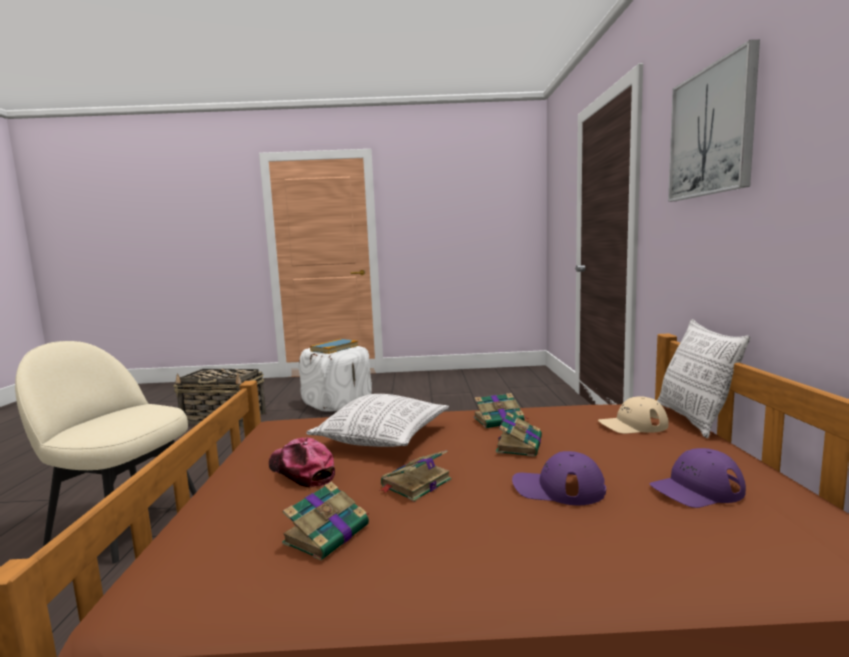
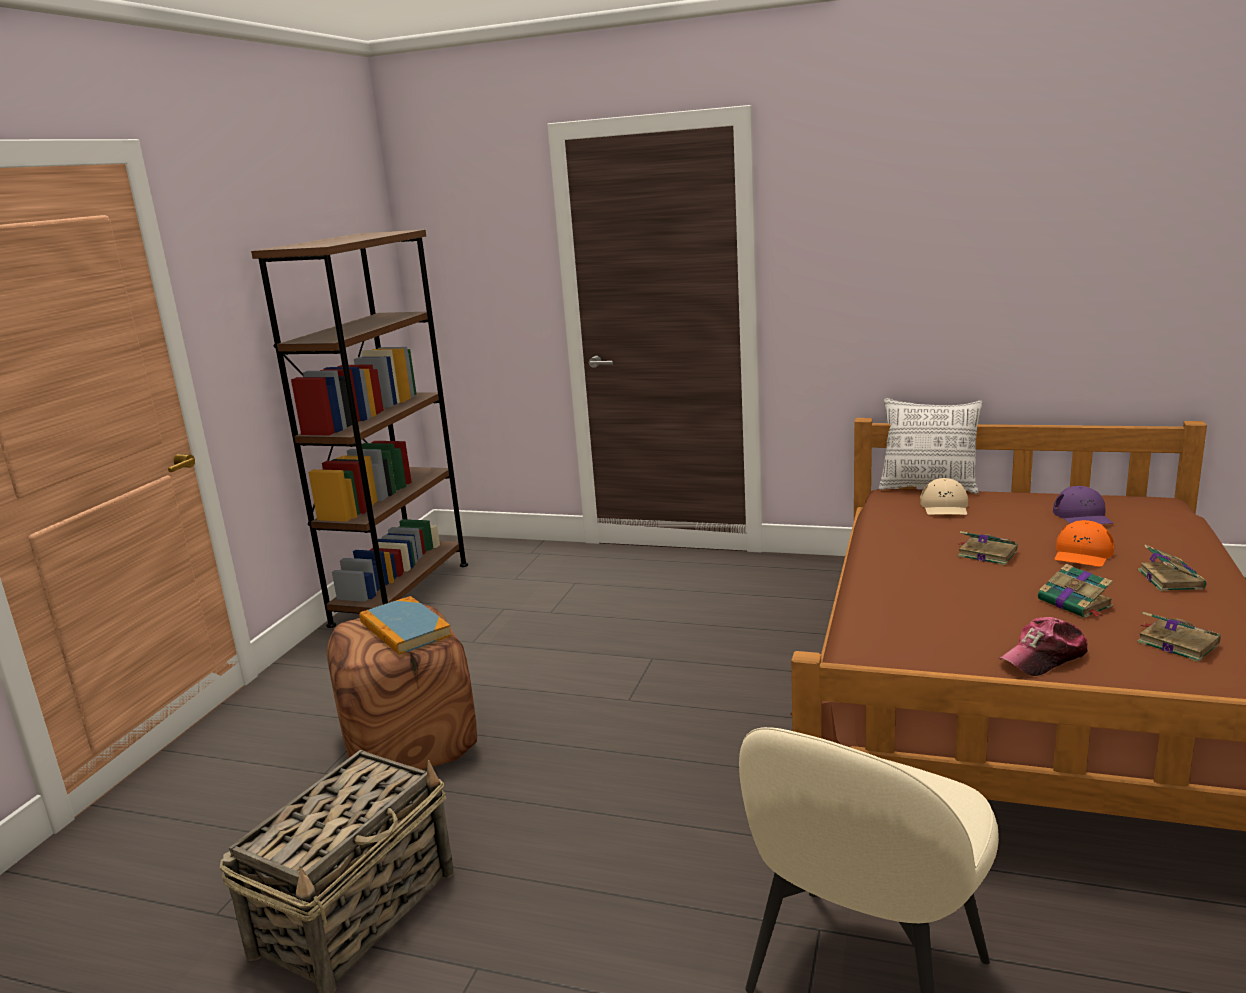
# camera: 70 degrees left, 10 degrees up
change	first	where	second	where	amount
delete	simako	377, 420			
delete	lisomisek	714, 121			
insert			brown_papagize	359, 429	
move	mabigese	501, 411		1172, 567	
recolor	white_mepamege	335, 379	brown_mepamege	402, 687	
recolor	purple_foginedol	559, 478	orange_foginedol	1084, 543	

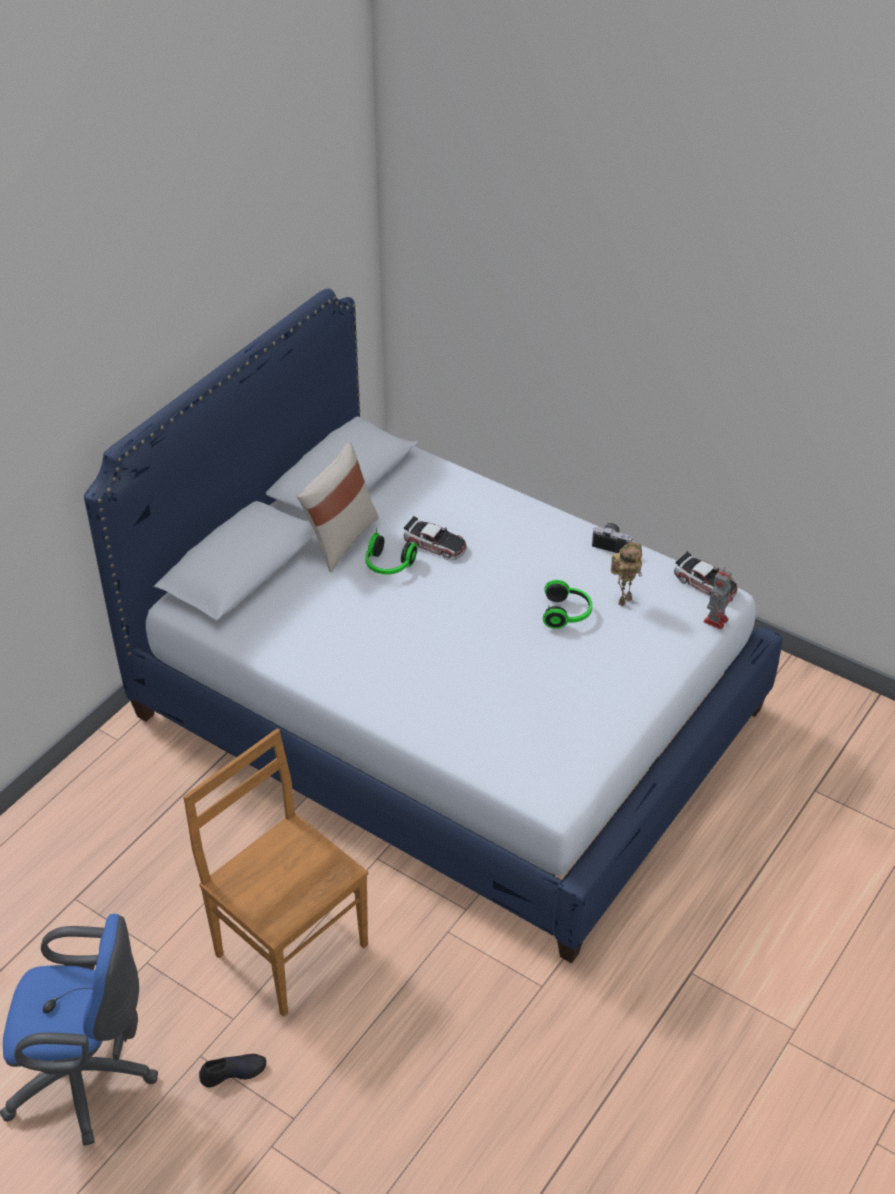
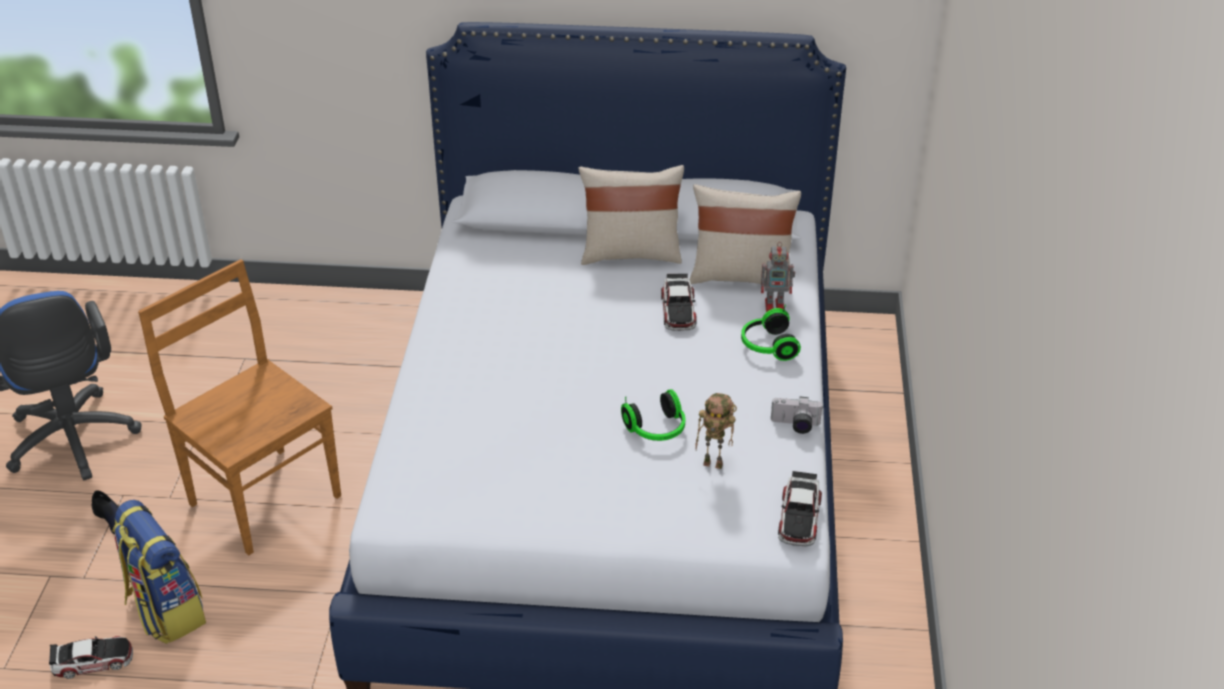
# camera: 60 degrees right, 5 degrees down
change	first	where	second	where	amount
insert			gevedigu	90, 657	
insert			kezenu	159, 572	
insert			beige_simako	745, 236	
move	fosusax	391, 551		771, 332	
move	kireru	718, 598		778, 278	
rotate	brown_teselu	275, 872		239, 407	60 degrees counterclockwise
rotate	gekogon	612, 538		797, 415	105 degrees clockwise

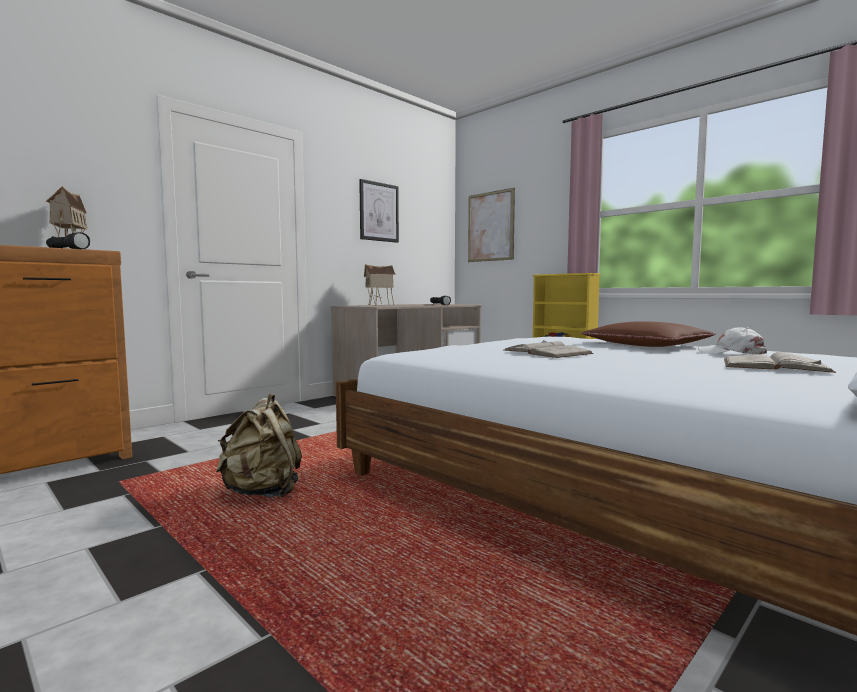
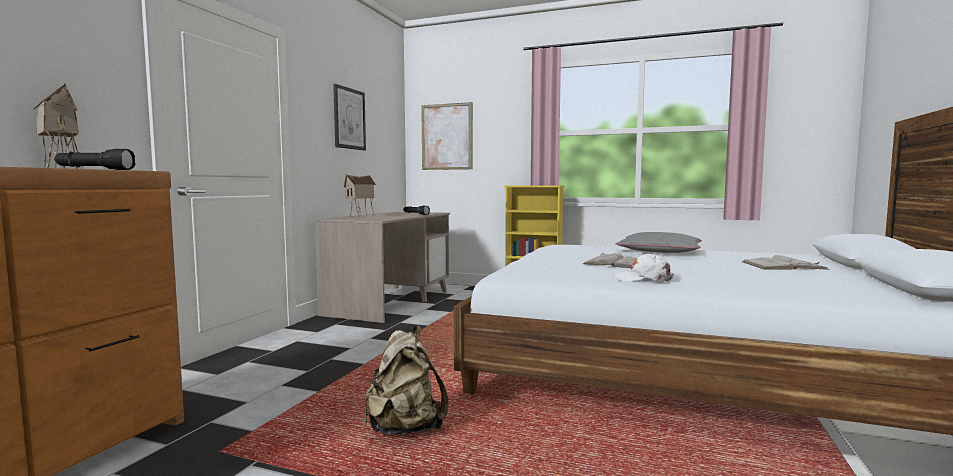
# camera: 25 degrees left, 0 degrees up
change	first	where	second	where	amount
move	white_foginedol	732, 340		643, 268	
recolor	brown_simako	648, 334	grey_simako	658, 242	

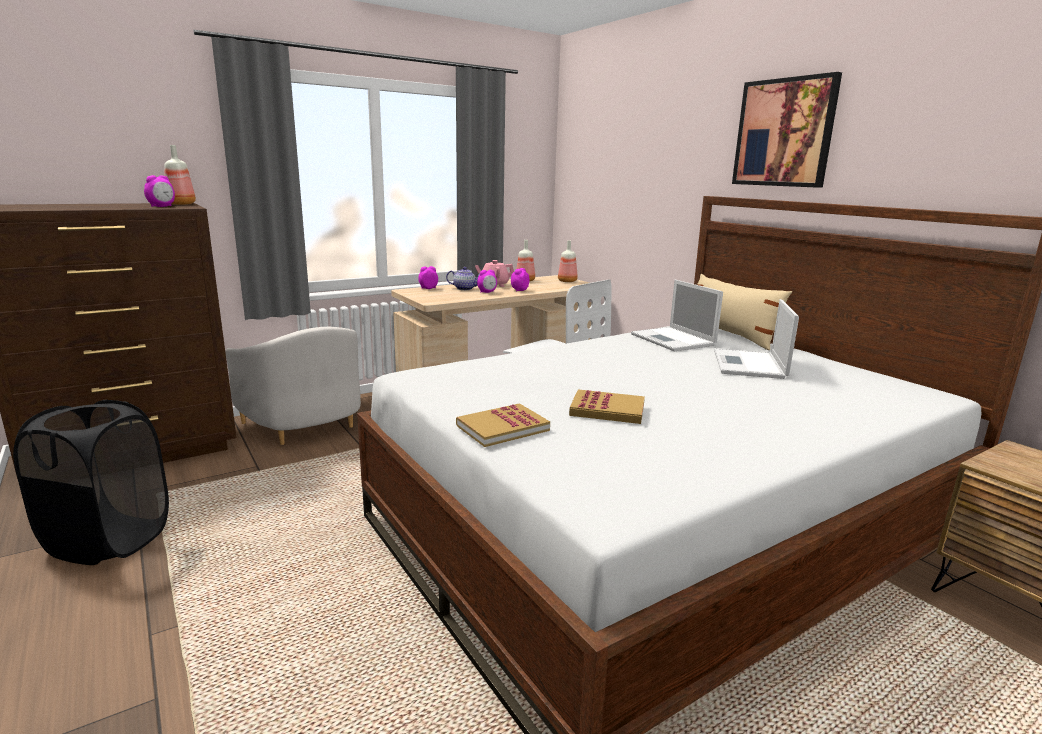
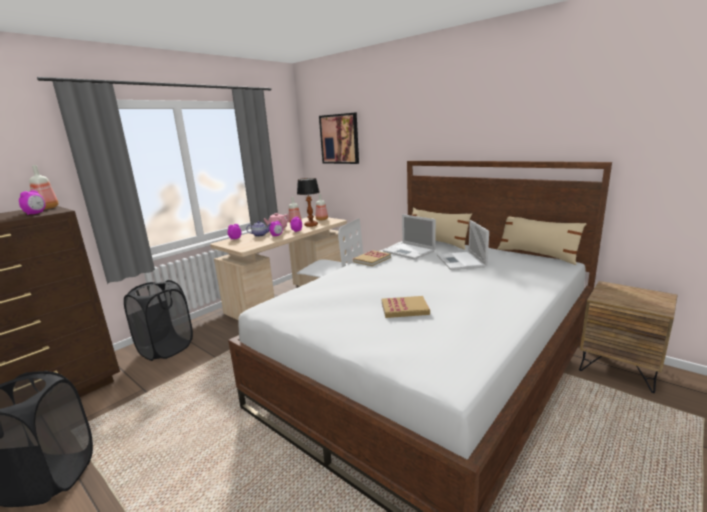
# camera: 15 degrees left, 0 degrees up
change	first	where	second	where	amount
insert			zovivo	308, 202	
insert			beige_simako	542, 240	
move	mabigese	503, 425		372, 258	
move	lisomisek	787, 130		339, 138	
replace	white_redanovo	293, 386	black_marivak	158, 320	

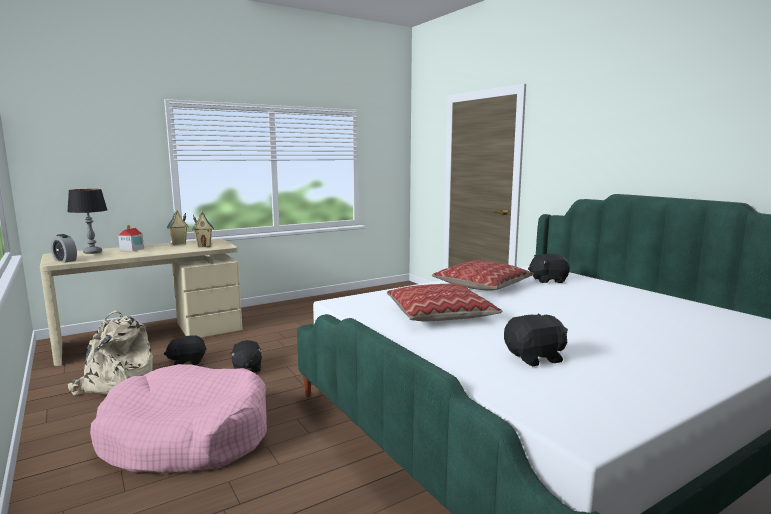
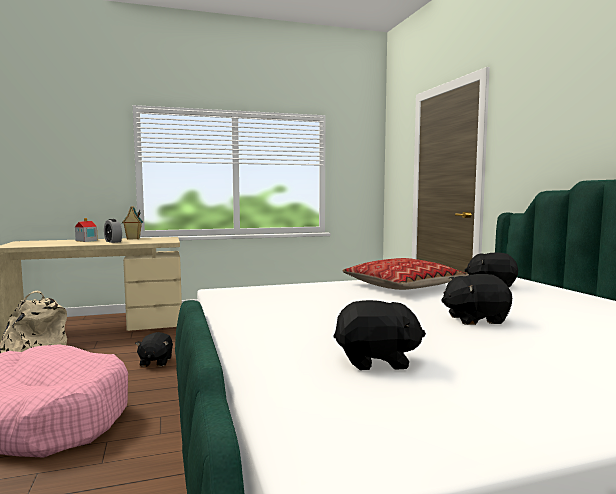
# camera: 15 degrees right, 5 degrees down
change	first	where	second	where	amount
delete	zovivo	87, 221			
delete	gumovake	203, 229			
delete	simako	445, 302			
move	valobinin	64, 248		113, 231	
move	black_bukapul	185, 350		476, 299	

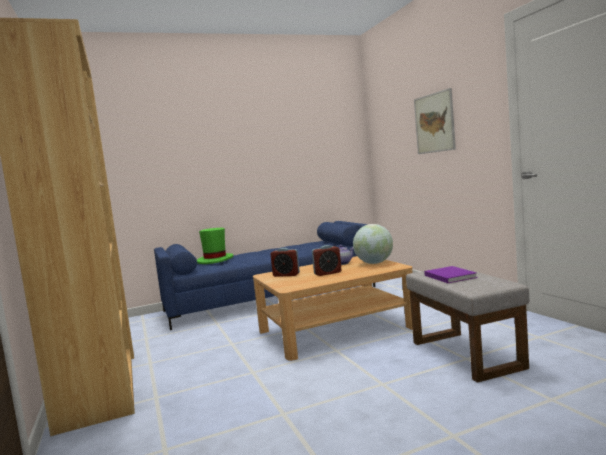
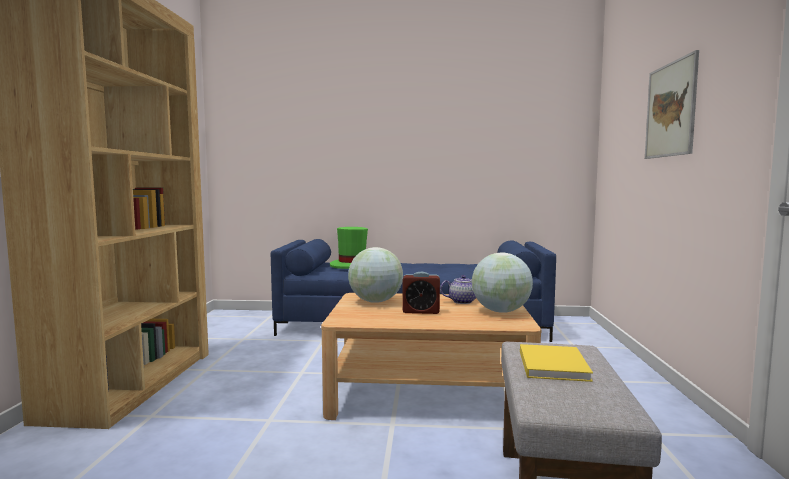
# camera: 25 degrees right, 0 degrees up
change	first	where	second	where	amount
replace	valobinin	285, 262	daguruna	375, 275	
recolor	purple_mabigese	451, 274	yellow_mabigese	556, 363	

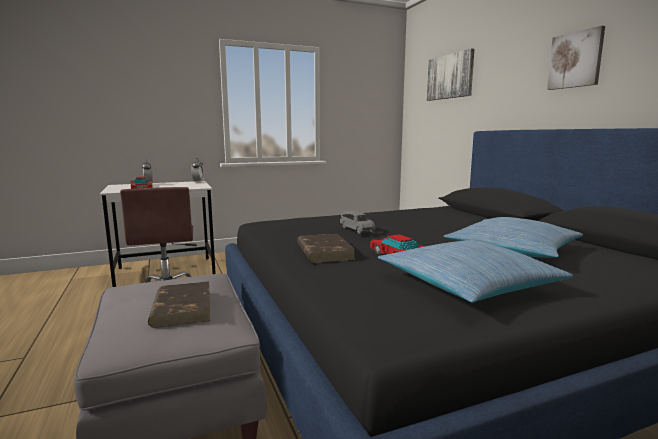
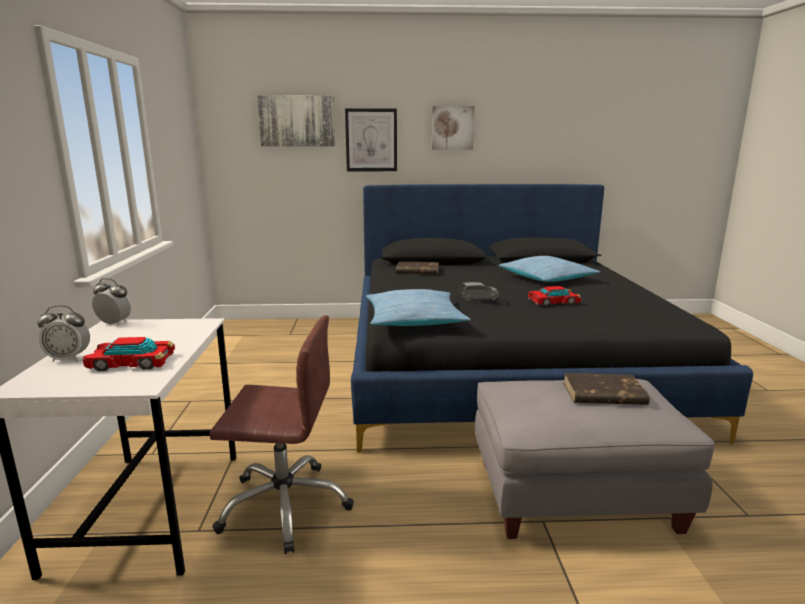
# camera: 70 degrees left, 5 degrees up
change	first	where	second	where	amount
insert			lisomisek	371, 139	
move	brown_mabigese	326, 248		417, 267	
move	simako	475, 271		418, 307	

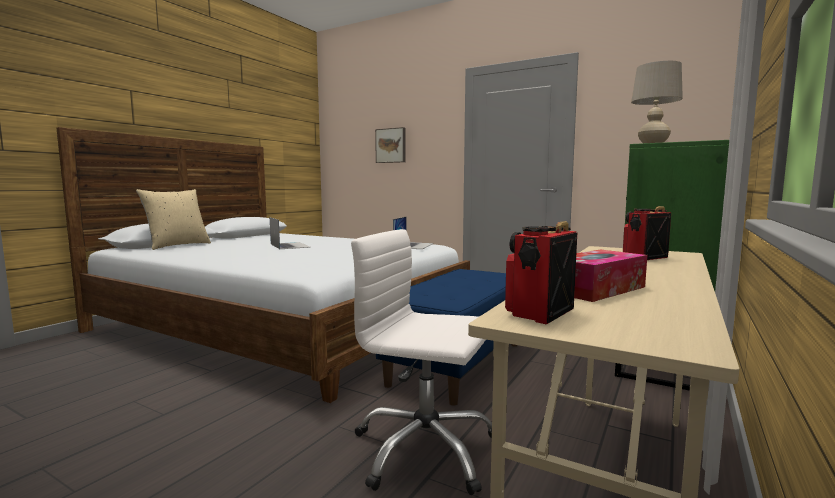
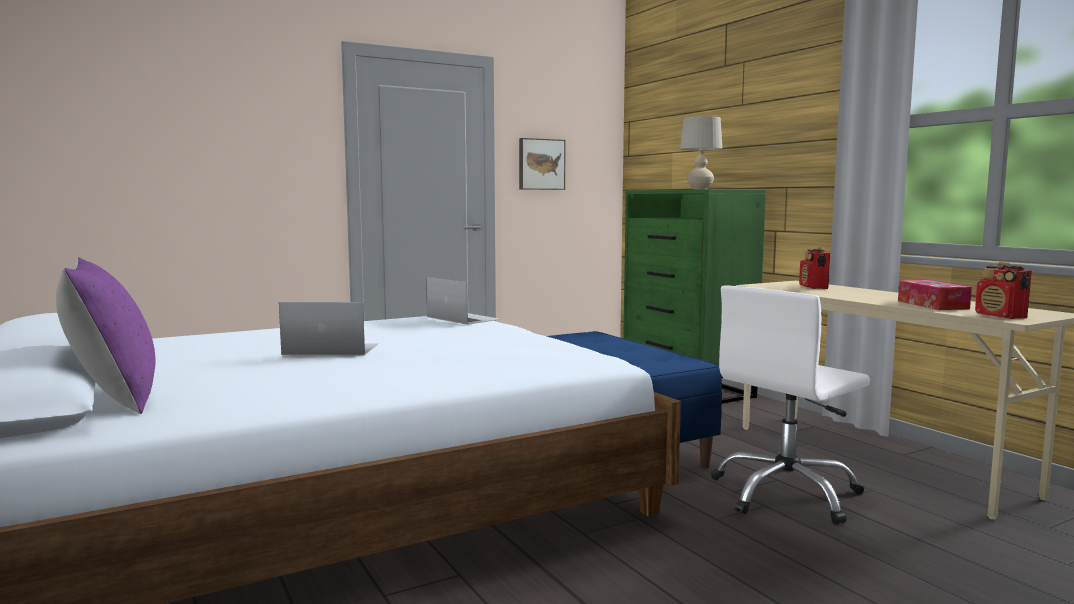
# camera: 60 degrees left, 0 degrees up
change	first	where	second	where	amount
move	lisomisek	390, 145		542, 164	
recolor	beige_simako	173, 219	purple_simako	106, 335	

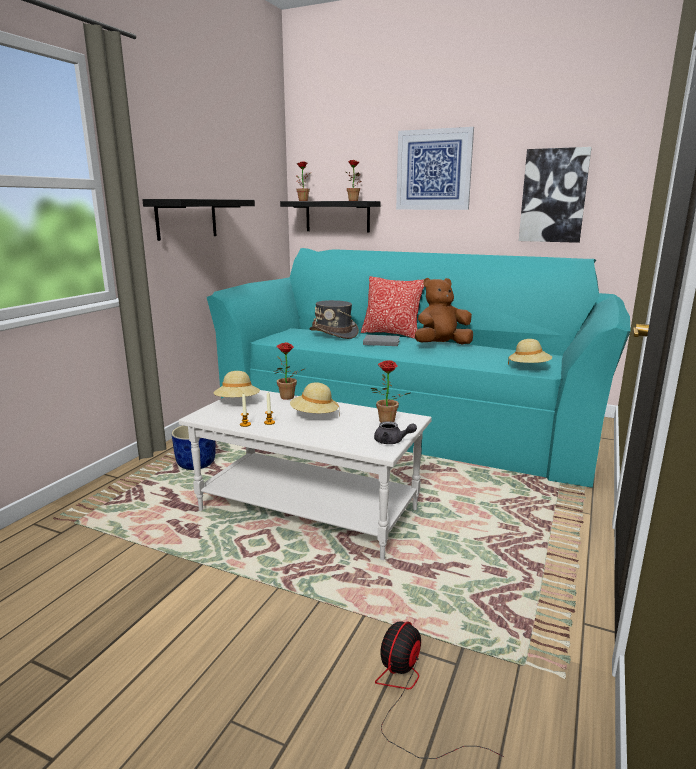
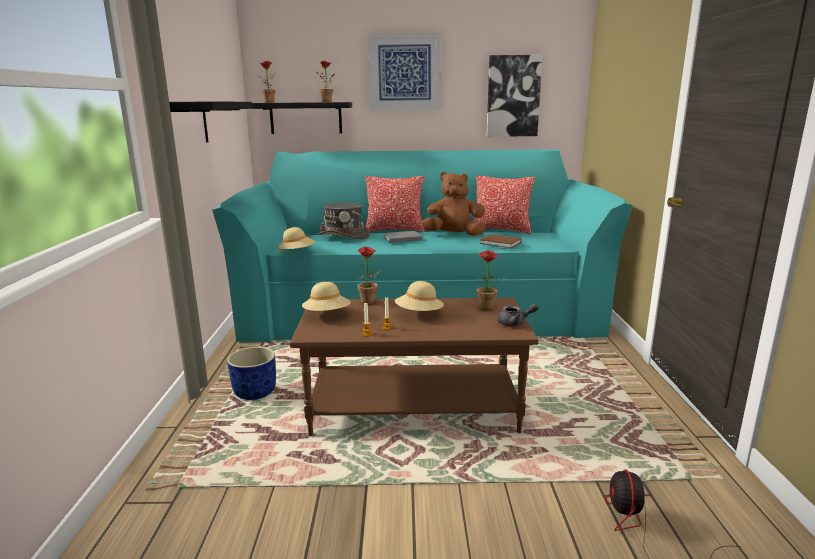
# camera: 25 degrees left, 0 degrees up
change	first	where	second	where	amount
insert			simako	505, 204	
insert			brown_mabigese	501, 241	
move	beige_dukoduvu	530, 352		296, 239	
recolor	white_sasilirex	305, 475	brown_sasilirex	414, 366	
rotate	brown_bukapul	444, 311		454, 204	45 degrees clockwise

